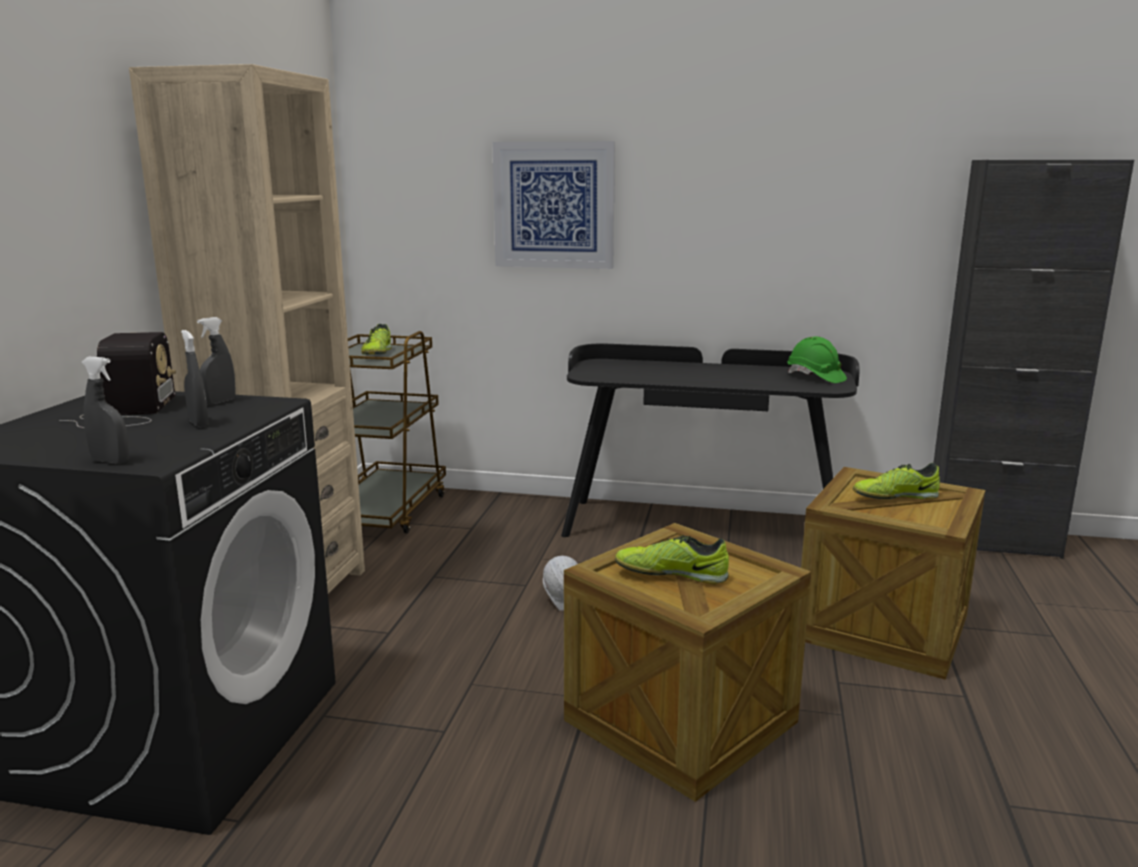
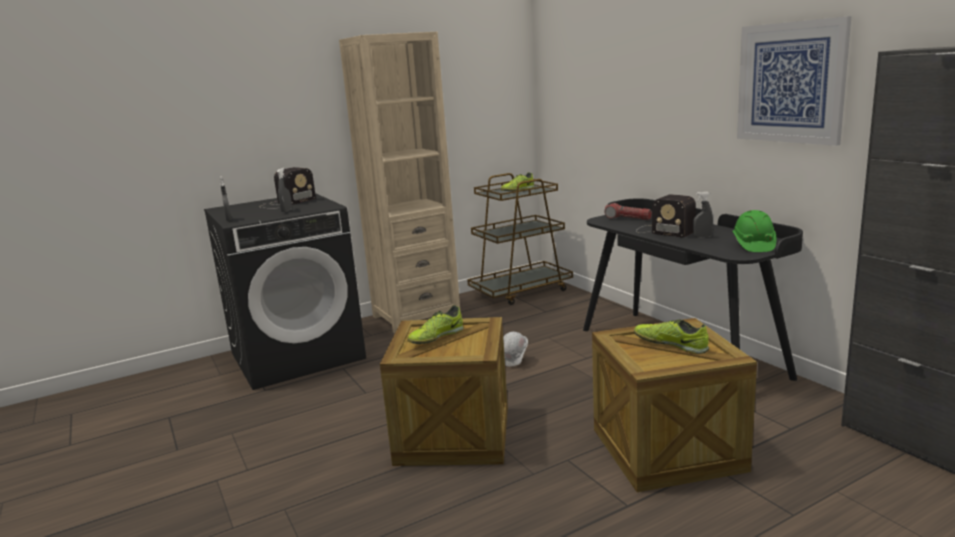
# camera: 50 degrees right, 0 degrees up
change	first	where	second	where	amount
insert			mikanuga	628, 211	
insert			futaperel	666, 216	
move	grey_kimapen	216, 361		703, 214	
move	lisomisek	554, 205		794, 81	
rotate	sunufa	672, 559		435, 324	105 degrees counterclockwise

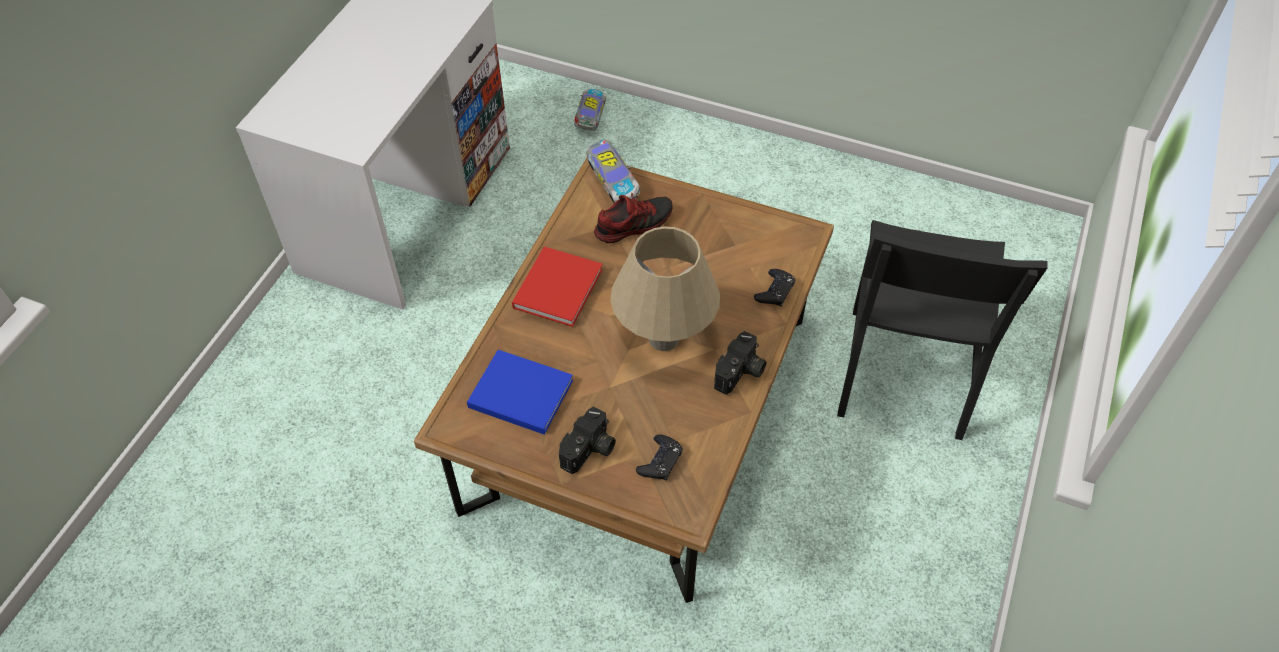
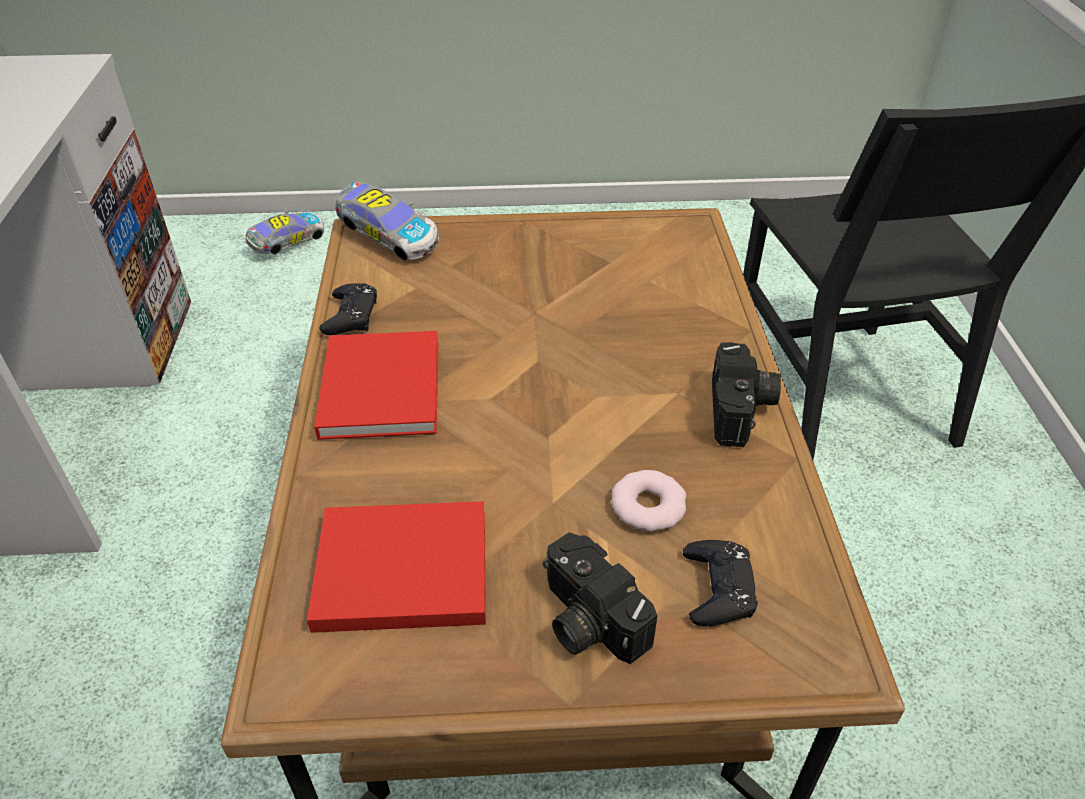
# camera: 25 degrees left, 10 degrees down
change	first	where	second	where	amount
delete	sunufa	633, 218			
delete	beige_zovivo	665, 288			
insert			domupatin	649, 501	
move	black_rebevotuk	774, 288		348, 309	
recolor	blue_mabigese	520, 392	red_mabigese	396, 567	
rotate	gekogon	587, 440		600, 598	135 degrees clockwise
rotate	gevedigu	590, 110		284, 233	60 degrees clockwise

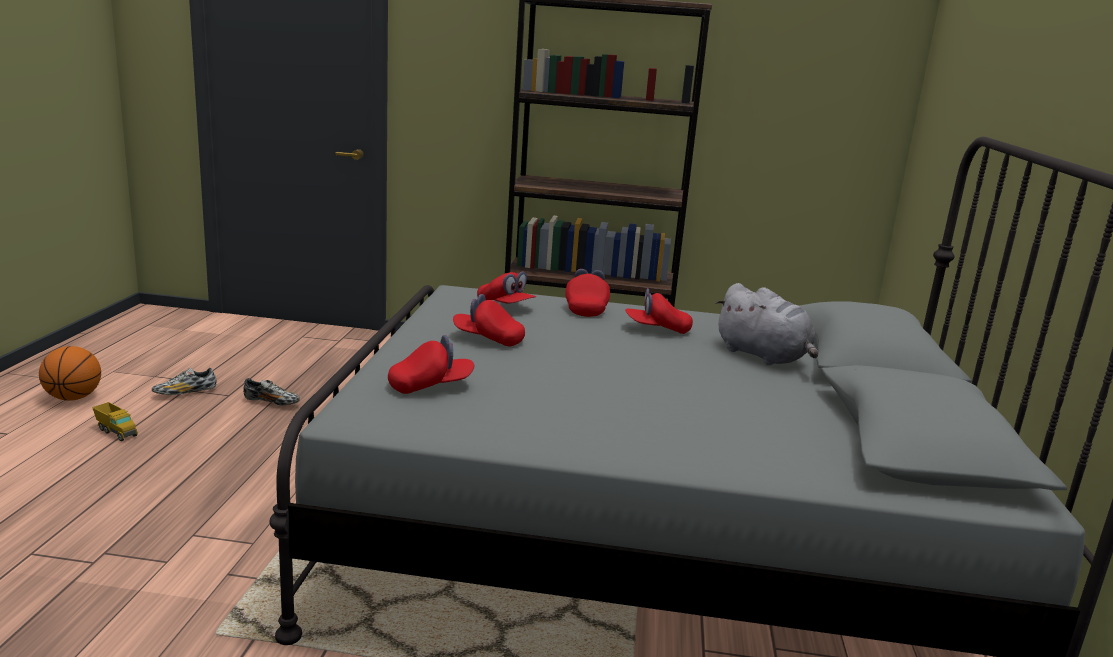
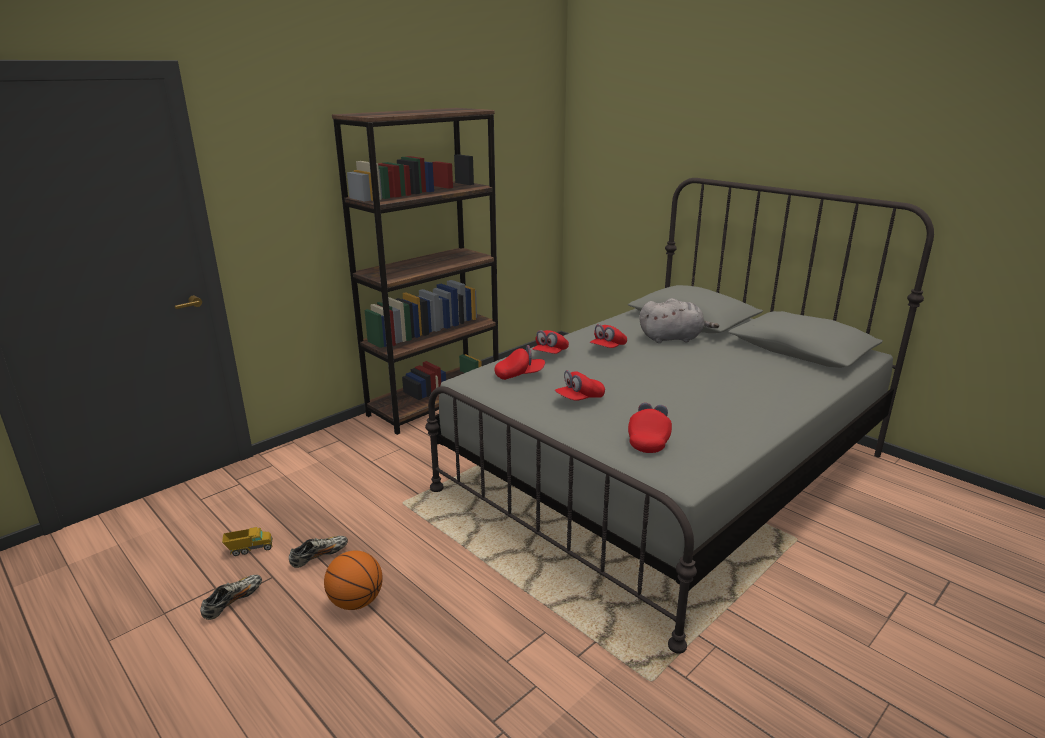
# camera: 50 degrees left, 5 degrees up
change	first	where	second	where	amount
move	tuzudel	70, 373		353, 580	
move	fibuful	115, 421		247, 541	
rotate	sunufa	184, 381		231, 597	150 degrees counterclockwise
rotate	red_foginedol	587, 293		550, 342	105 degrees counterclockwise

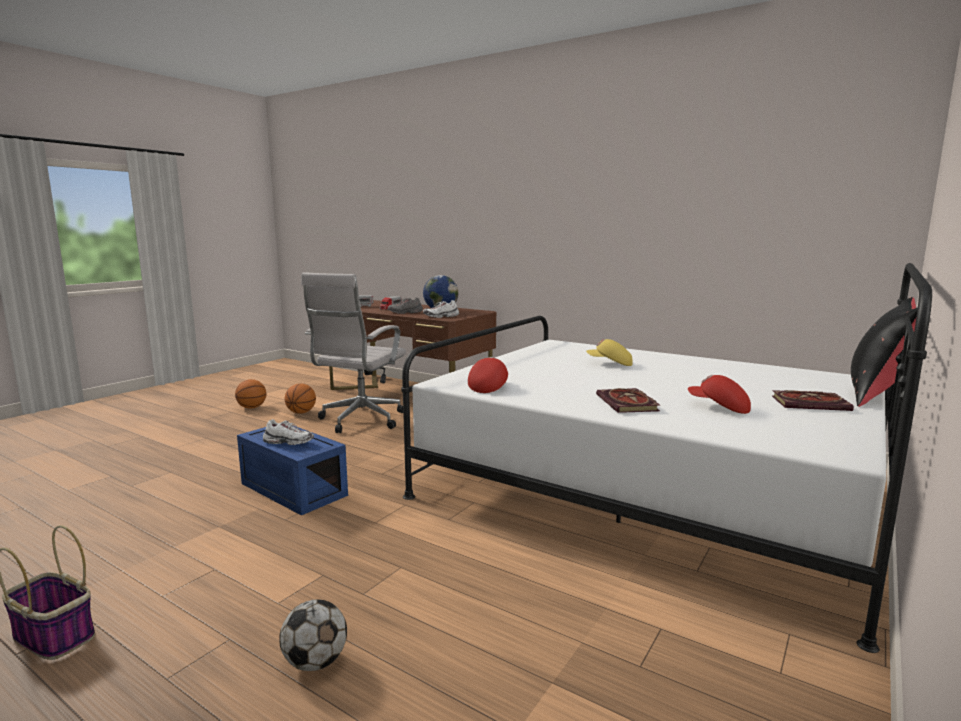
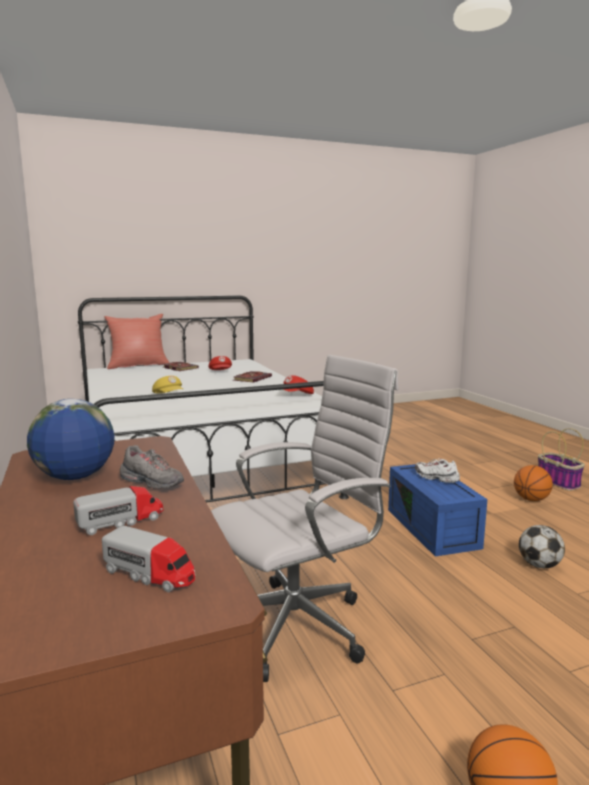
# camera: 145 degrees left, 0 degrees up
change	first	where	second	where	amount
delete	white_sunufa	441, 309			
move	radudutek	313, 635		542, 546	
move	tuzudel	300, 398		533, 483	
recolor	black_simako	884, 352	red_simako	136, 341	

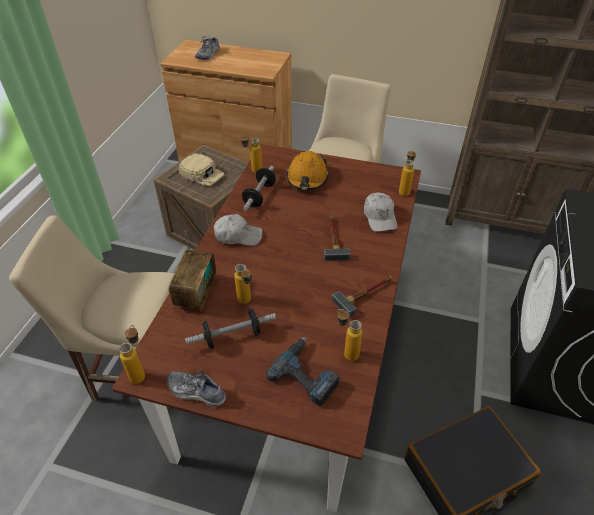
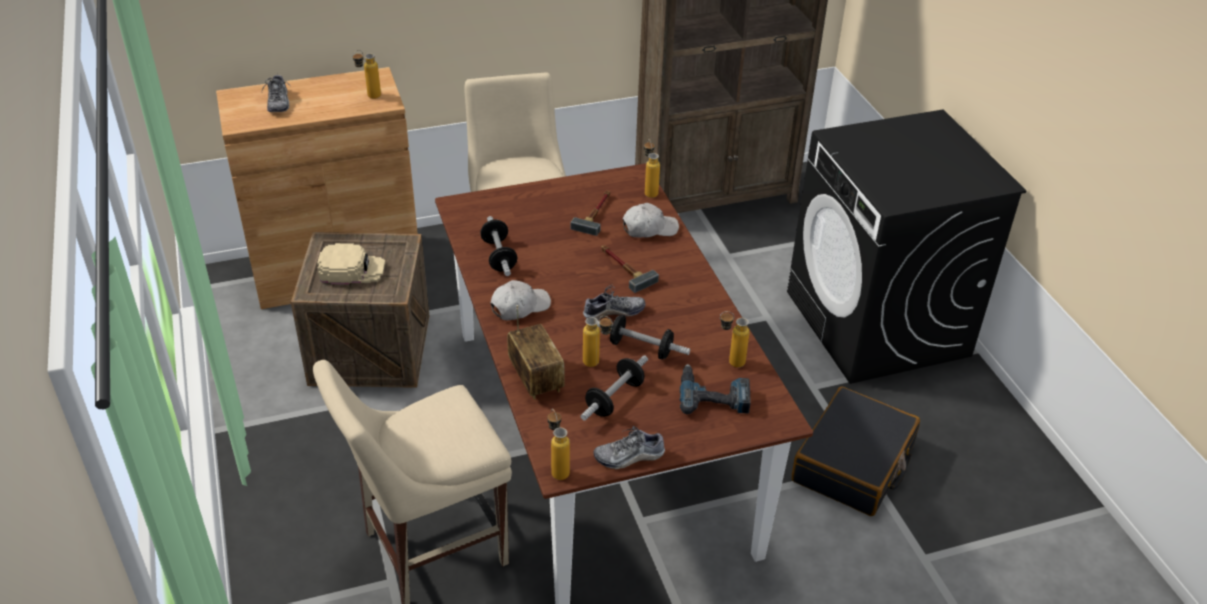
# camera: 35 degrees left, 5 degrees down
change	first	where	second	where	amount
delete	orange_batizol	307, 170			
insert			sunufa	614, 302	
insert			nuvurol	643, 337	
move	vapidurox	251, 154		366, 74	
move	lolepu	362, 297		590, 213	
rotate	white_foginedol	380, 212		651, 220	60 degrees counterclockwise

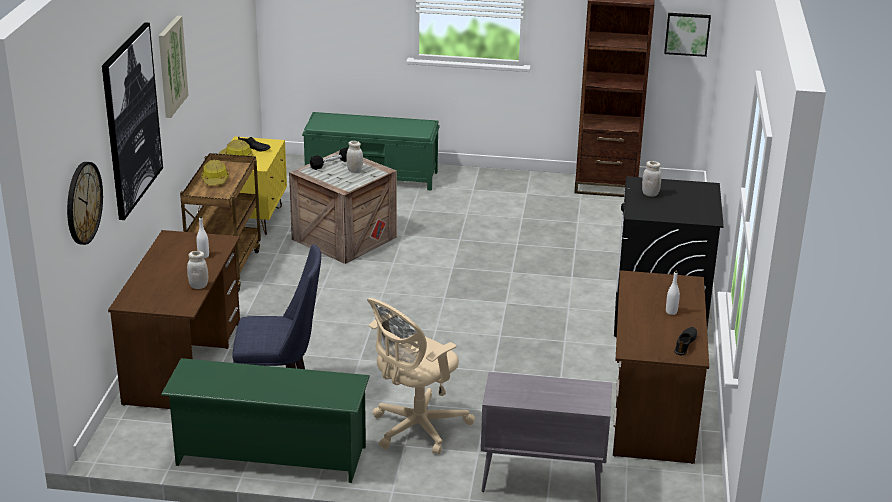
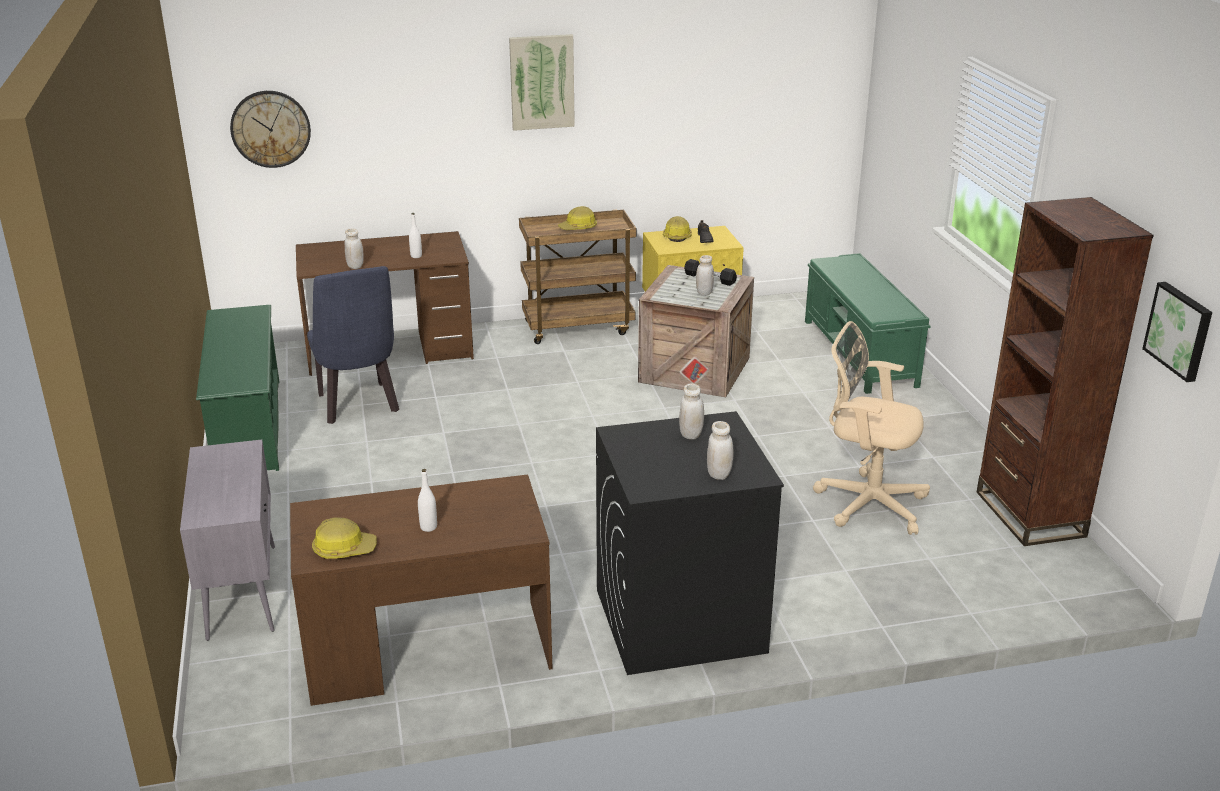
# camera: 70 degrees right, 0 degrees up
change	first	where	second	where	amount
delete	lisomisek	132, 121			
insert			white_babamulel	720, 450	
move	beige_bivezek	421, 376		871, 428	
replace	black_sunufa	685, 341	batizol	344, 538	

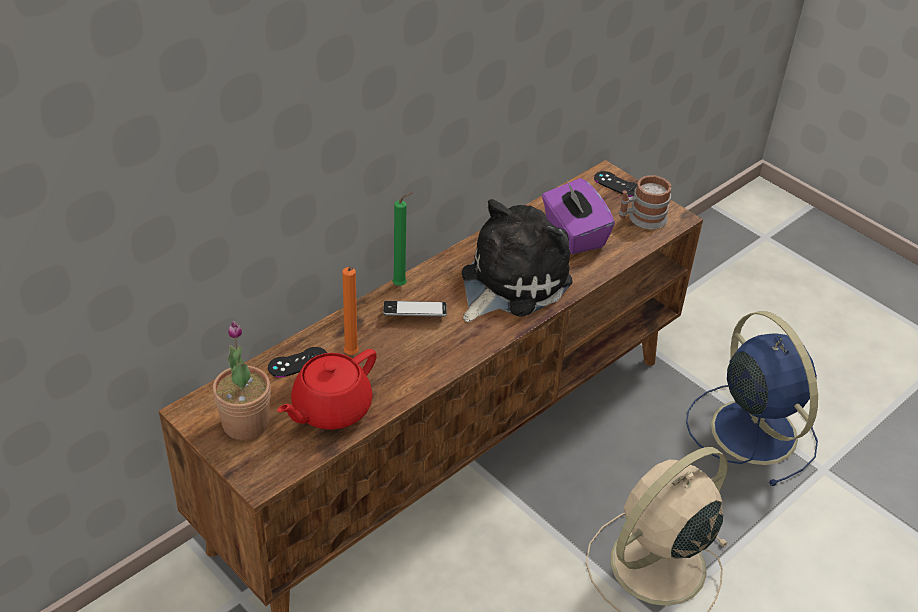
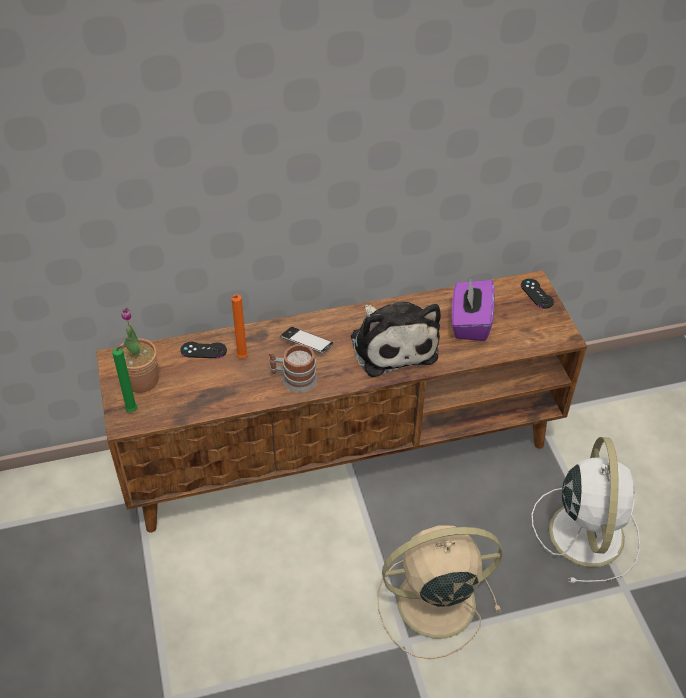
# camera: 30 degrees right, 5 degrees up
change	first	where	second	where	amount
delete	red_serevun	327, 389			
move	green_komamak	402, 239		124, 378	
move	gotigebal	645, 202		293, 368	
recolor	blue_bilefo	752, 398	white_bilefo	586, 510	
rotate	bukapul	517, 260		396, 339	90 degrees clockwise

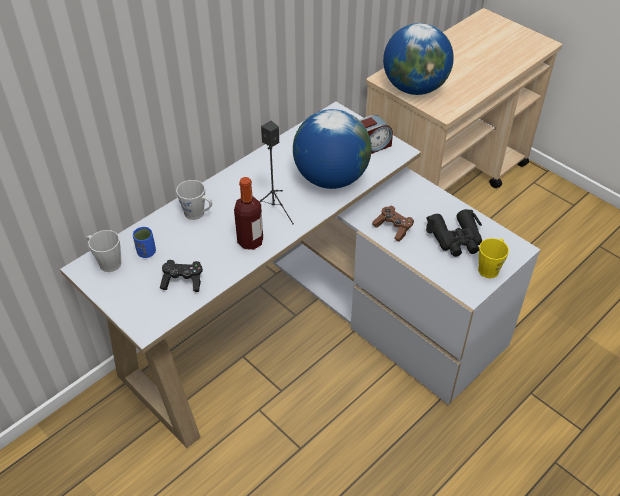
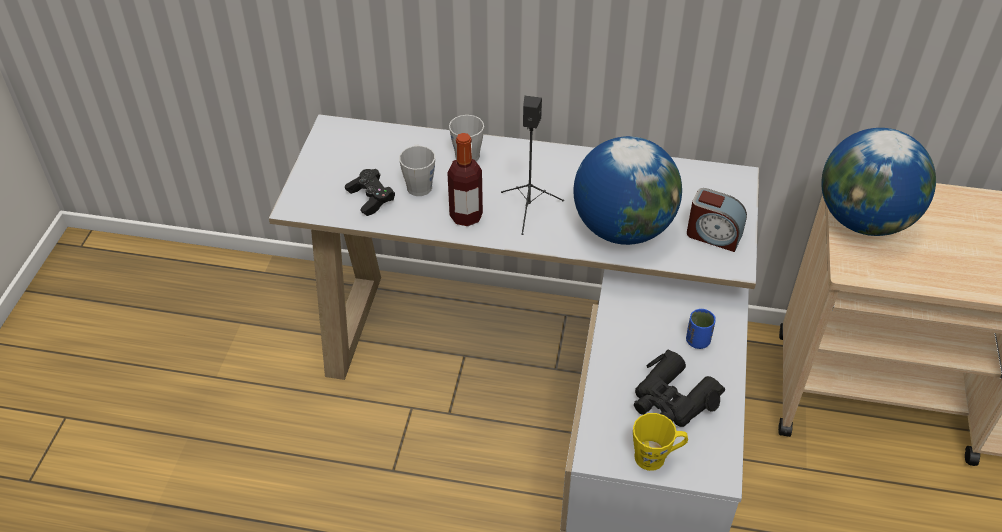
# camera: 55 degrees right, 0 degrees up
change	first	where	second	where	amount
delete	brown_rebevotuk	393, 224			
move	grey_gotigebal	104, 251		417, 170	
move	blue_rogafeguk	144, 242		700, 329	

